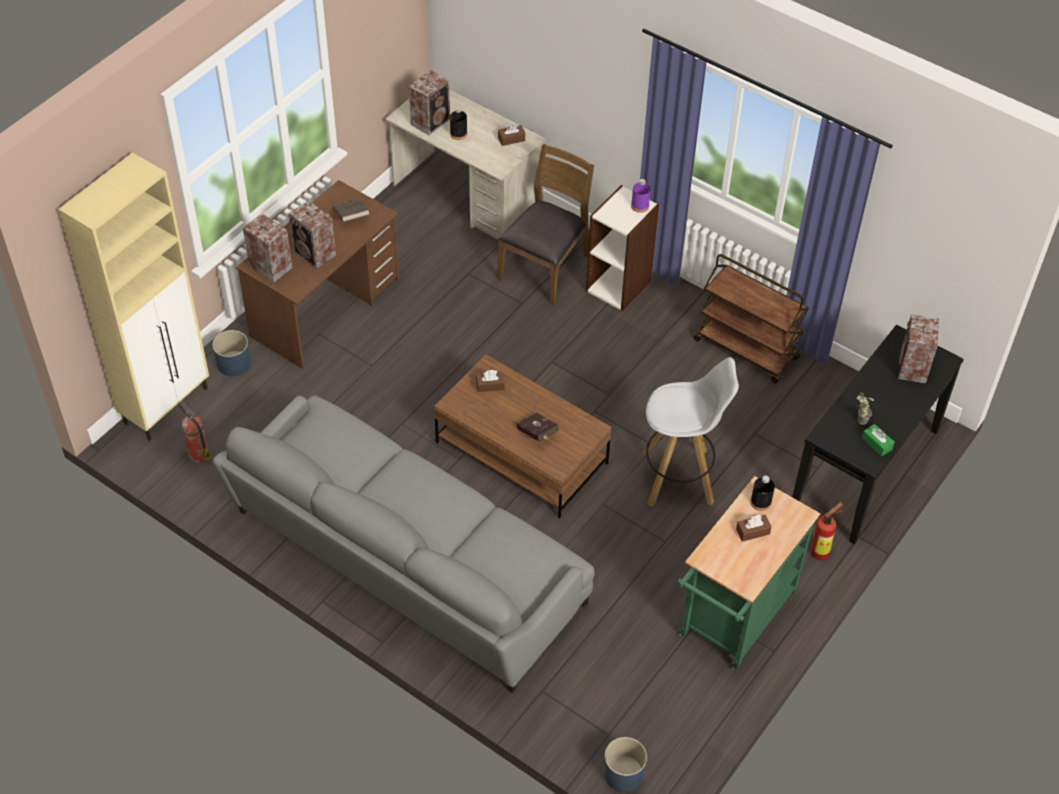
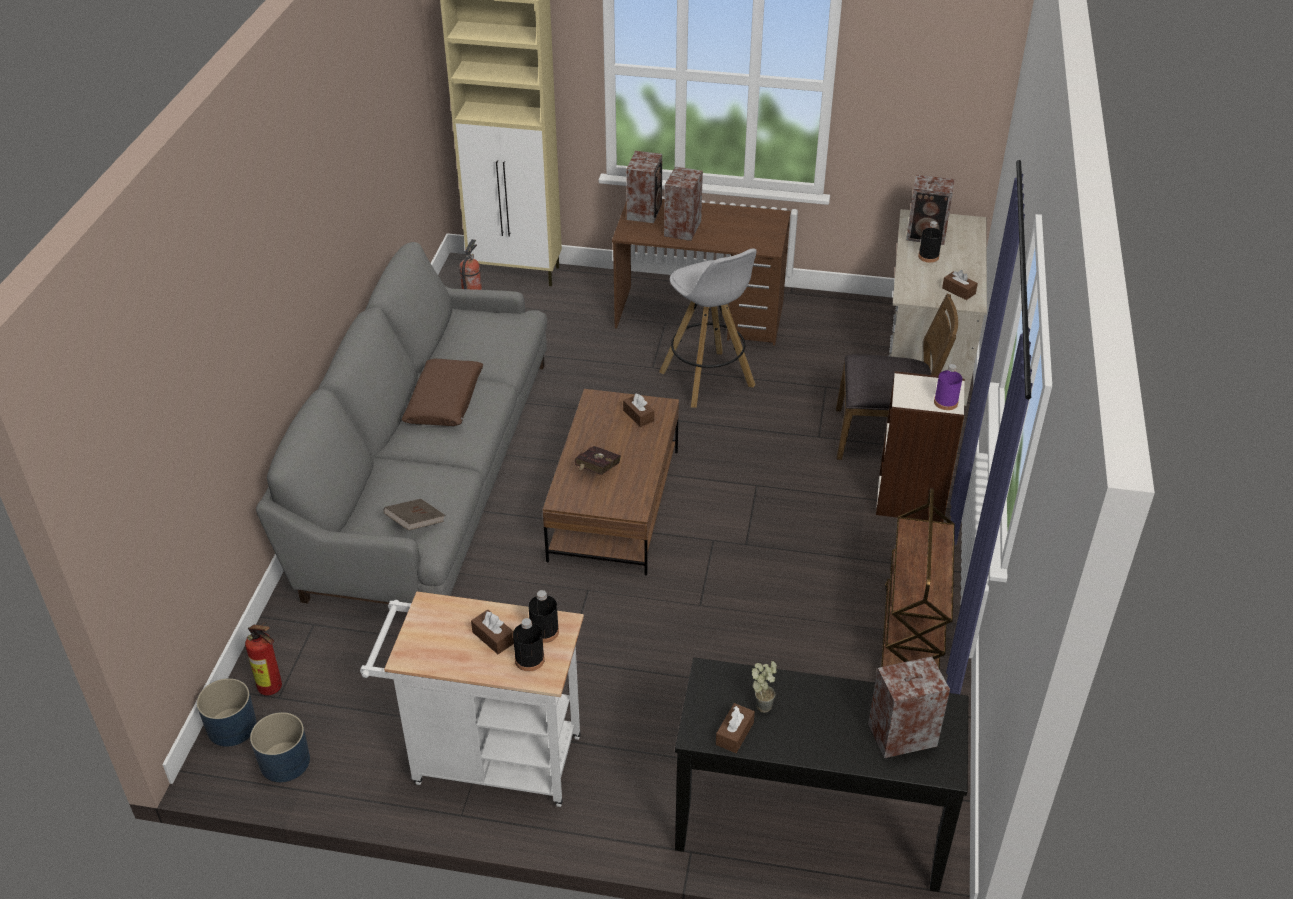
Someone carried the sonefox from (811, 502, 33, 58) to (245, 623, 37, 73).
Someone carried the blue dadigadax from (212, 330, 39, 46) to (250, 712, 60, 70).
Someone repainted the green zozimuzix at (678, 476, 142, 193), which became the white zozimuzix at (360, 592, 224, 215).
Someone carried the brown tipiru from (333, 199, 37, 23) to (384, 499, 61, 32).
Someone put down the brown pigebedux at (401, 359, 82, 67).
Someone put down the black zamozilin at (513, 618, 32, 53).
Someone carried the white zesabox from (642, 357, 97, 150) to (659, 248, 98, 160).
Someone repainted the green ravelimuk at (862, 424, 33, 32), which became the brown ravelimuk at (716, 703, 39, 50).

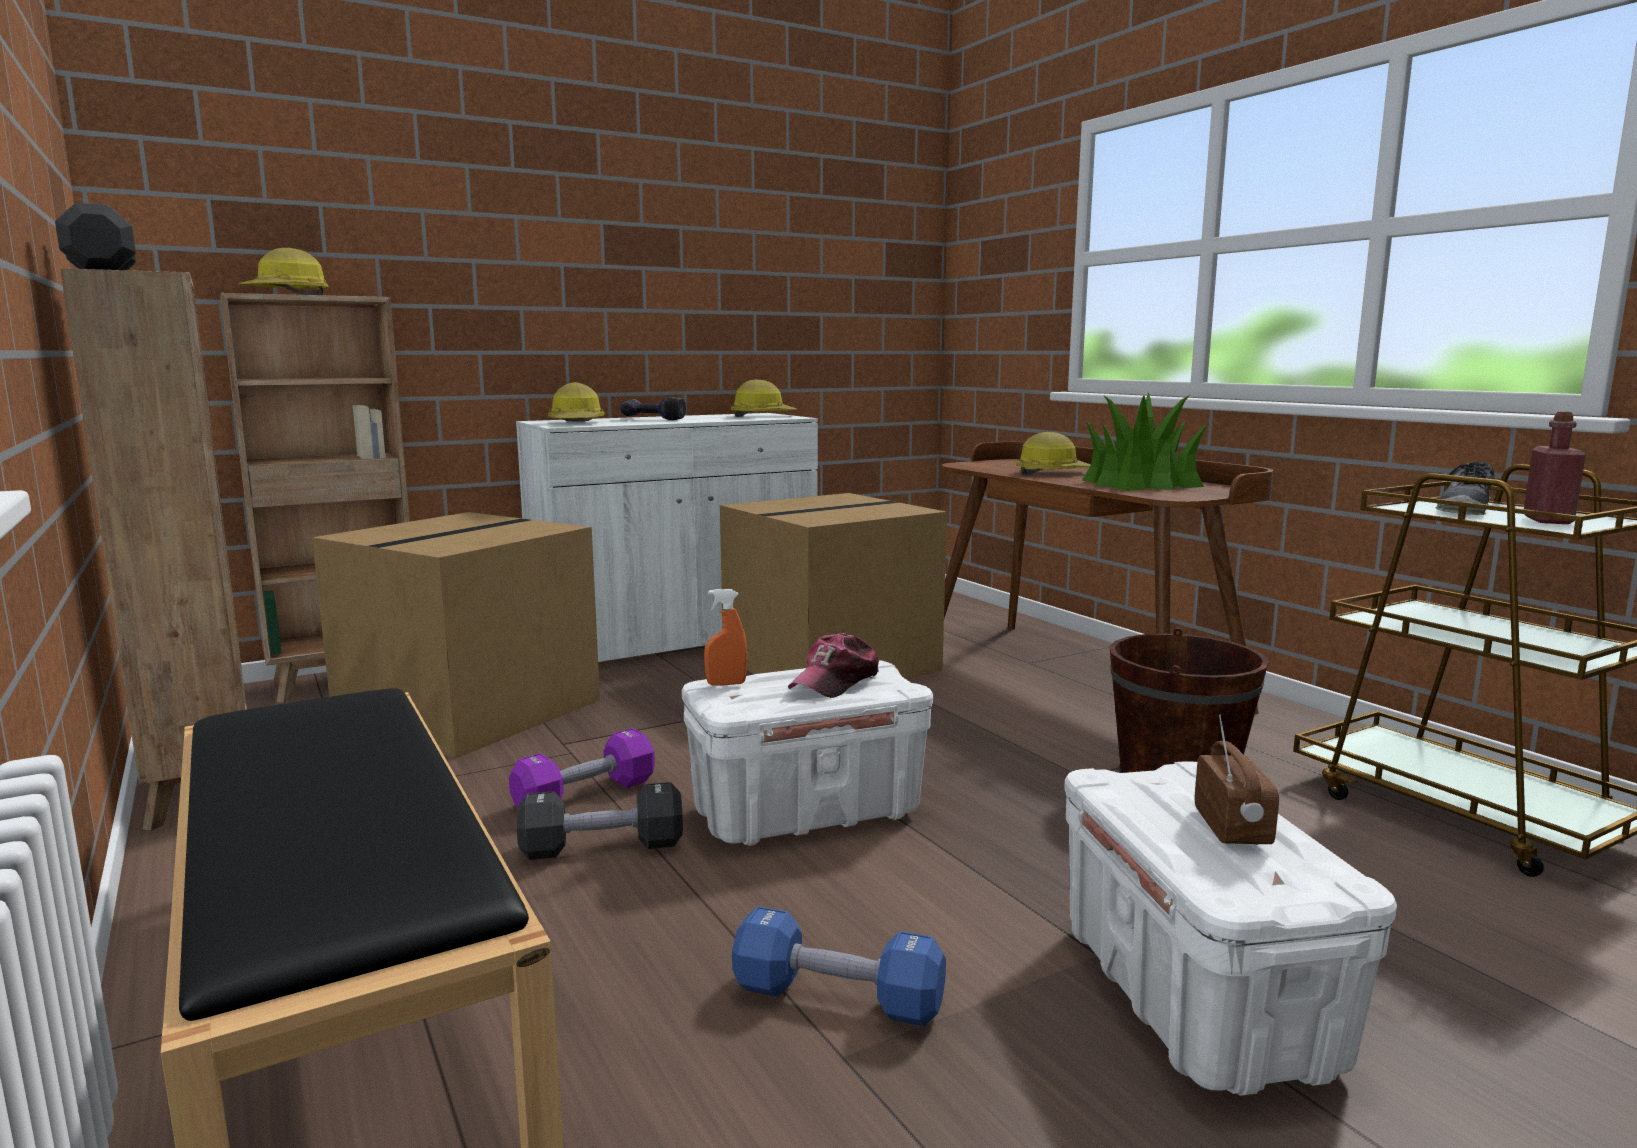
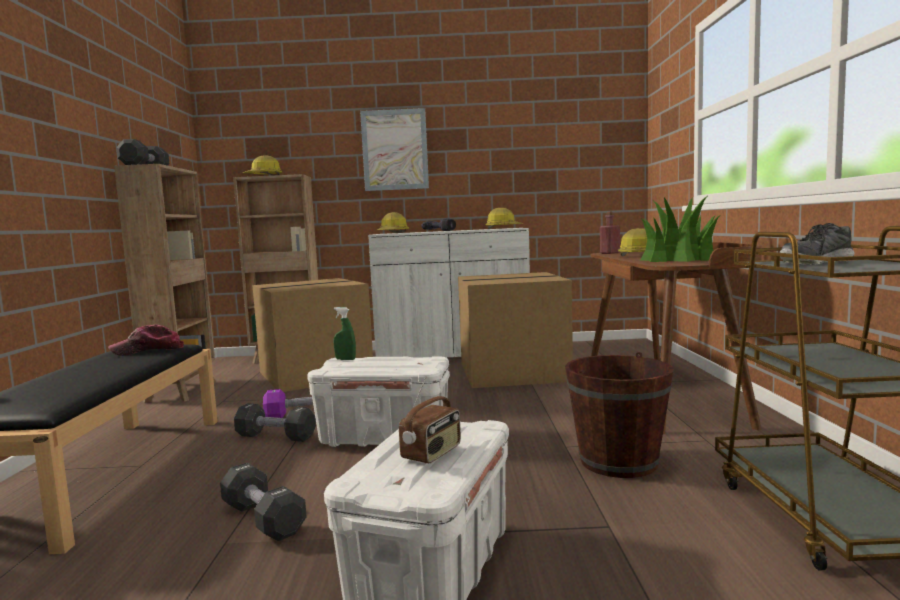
Someone carried the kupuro from (788, 633, 91, 65) to (108, 324, 76, 32).
Someone repainted the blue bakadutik at (732, 906, 214, 120), which became the black bakadutik at (220, 462, 87, 79).
Someone repainted the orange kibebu at (704, 589, 44, 97), which became the green kibebu at (333, 307, 23, 53).
Someone put up the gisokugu at (360, 108, 69, 83).
Someone carried the red zamozilin from (1524, 411, 62, 113) to (600, 212, 20, 42).

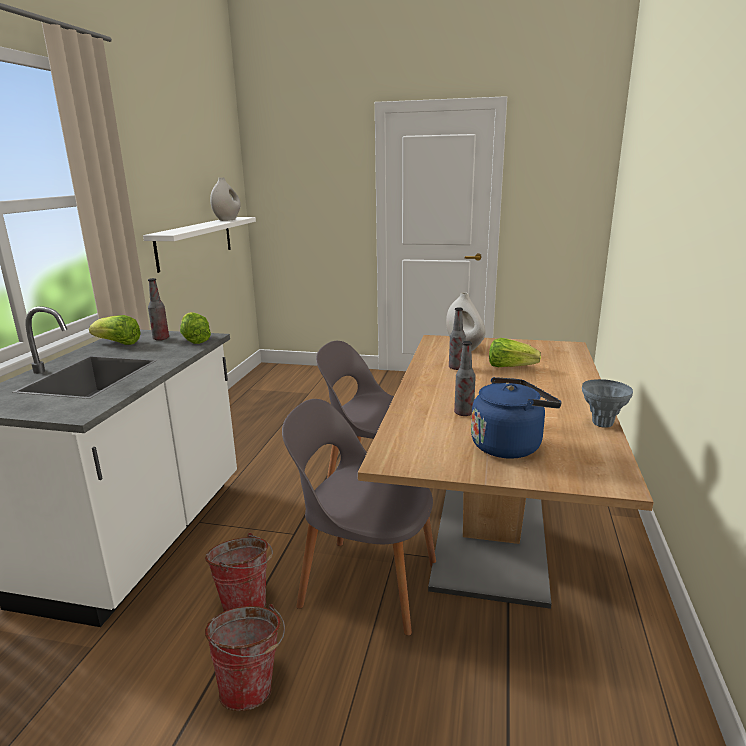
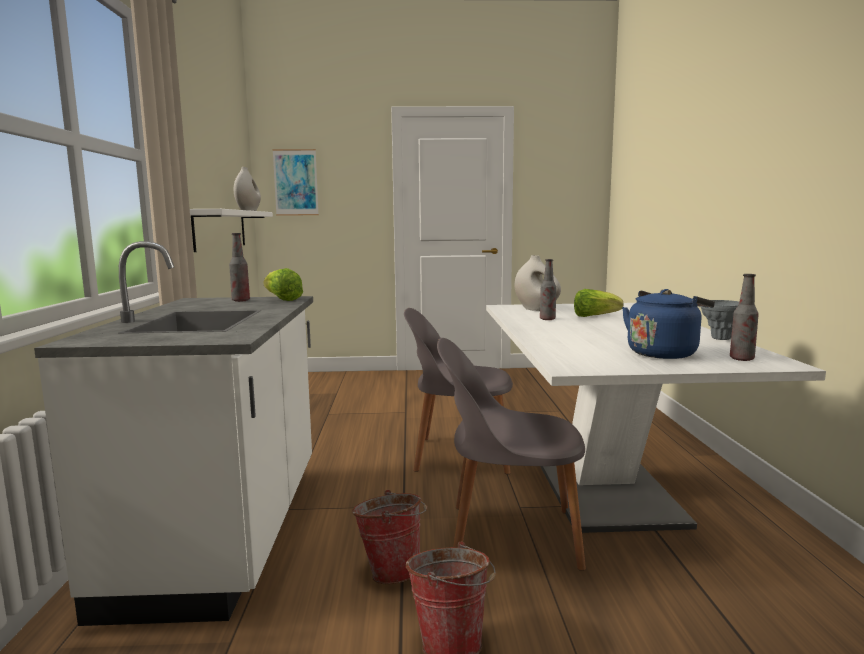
Someone put up the gisokugu at (272, 149, 47, 67).
Someone repainted the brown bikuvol at (358, 335, 296, 274), which became the white bikuvol at (486, 303, 340, 230).
Someone carried the zamozilin from (454, 341, 22, 75) to (730, 274, 29, 87).
Someone took away the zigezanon at (89, 315, 52, 30).

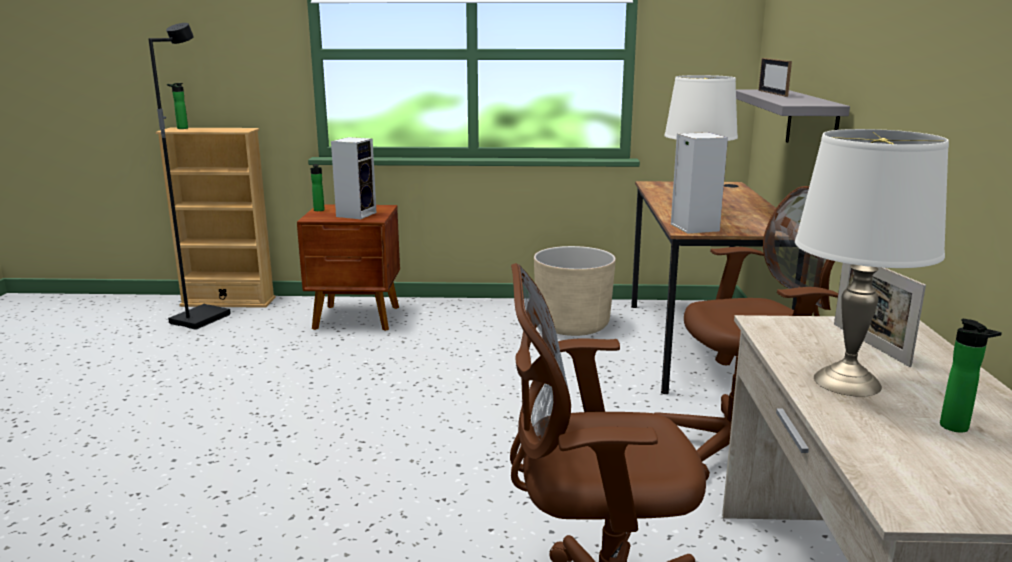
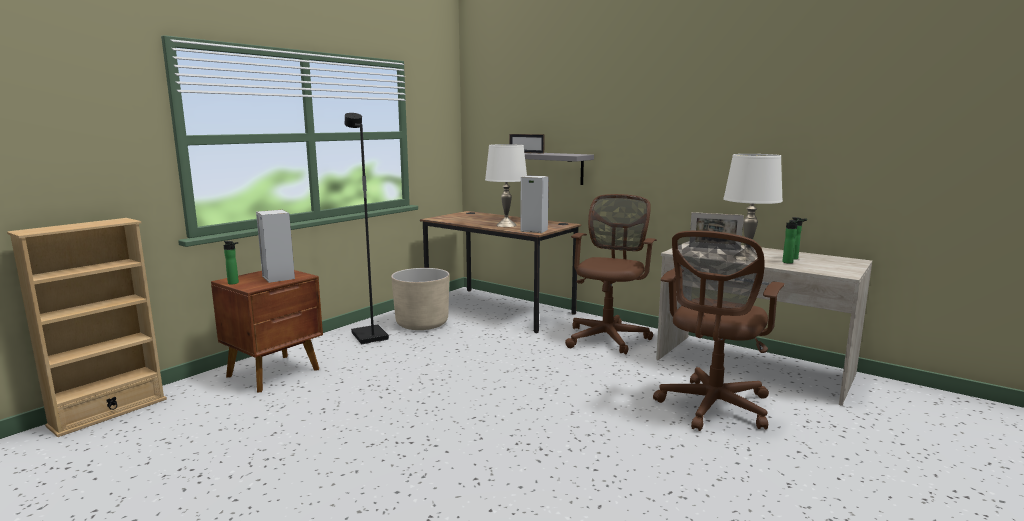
Someone carried the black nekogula from (148, 23, 83, 307) to (345, 113, 44, 231).
Someone carried the zamozilin from (167, 83, 21, 46) to (782, 220, 16, 44).

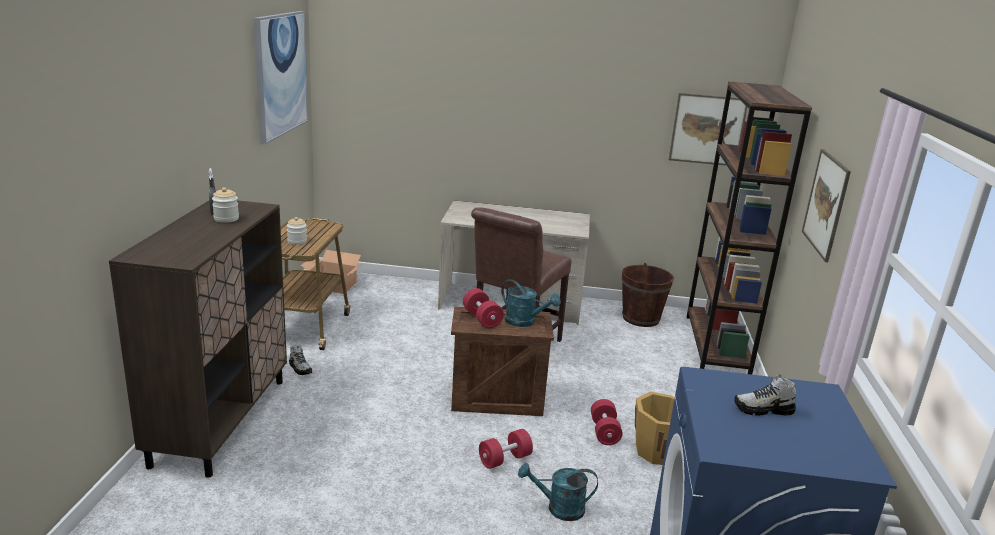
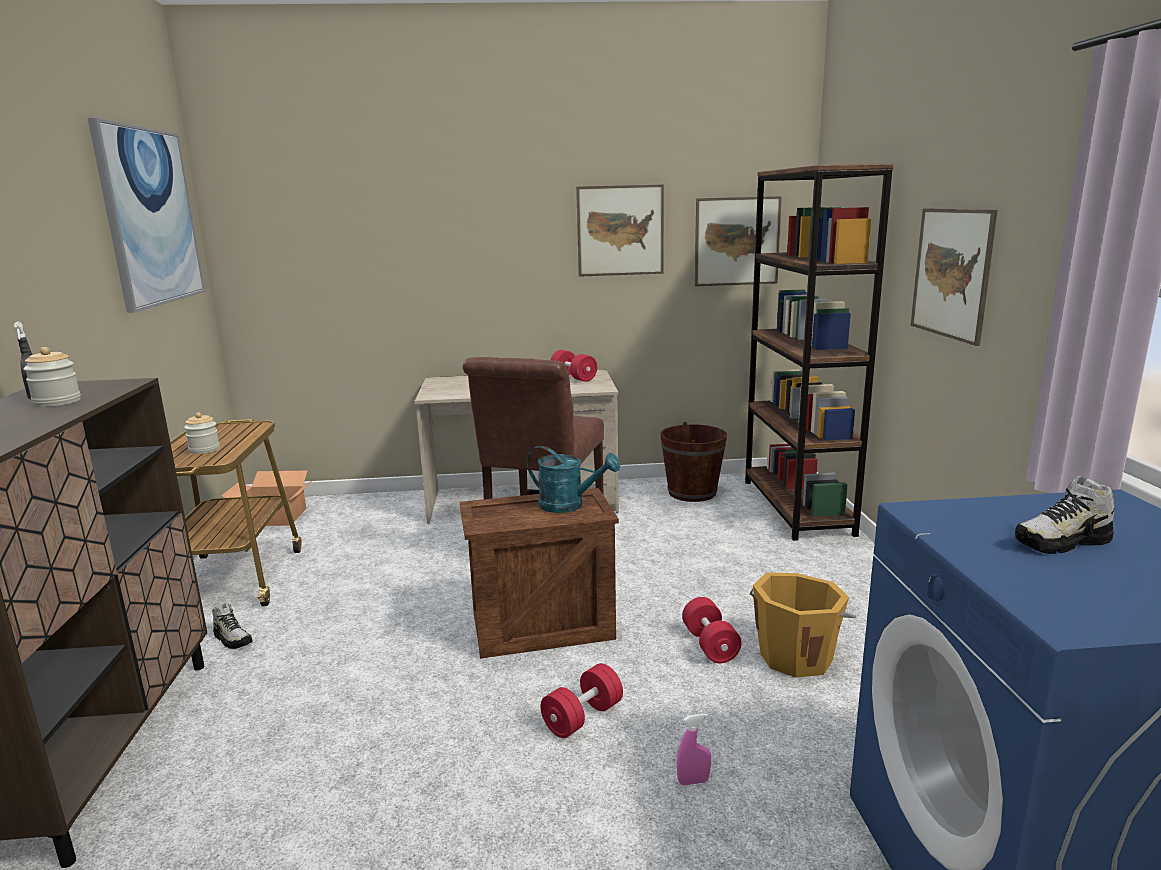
Someone carried the red bakadutik from (463, 288, 41, 40) to (551, 350, 46, 32).
Someone put up the gisokugu at (576, 185, 88, 92).
Someone swapped the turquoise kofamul at (518, 463, 80, 58) for the pink kibebu at (677, 713, 34, 72).

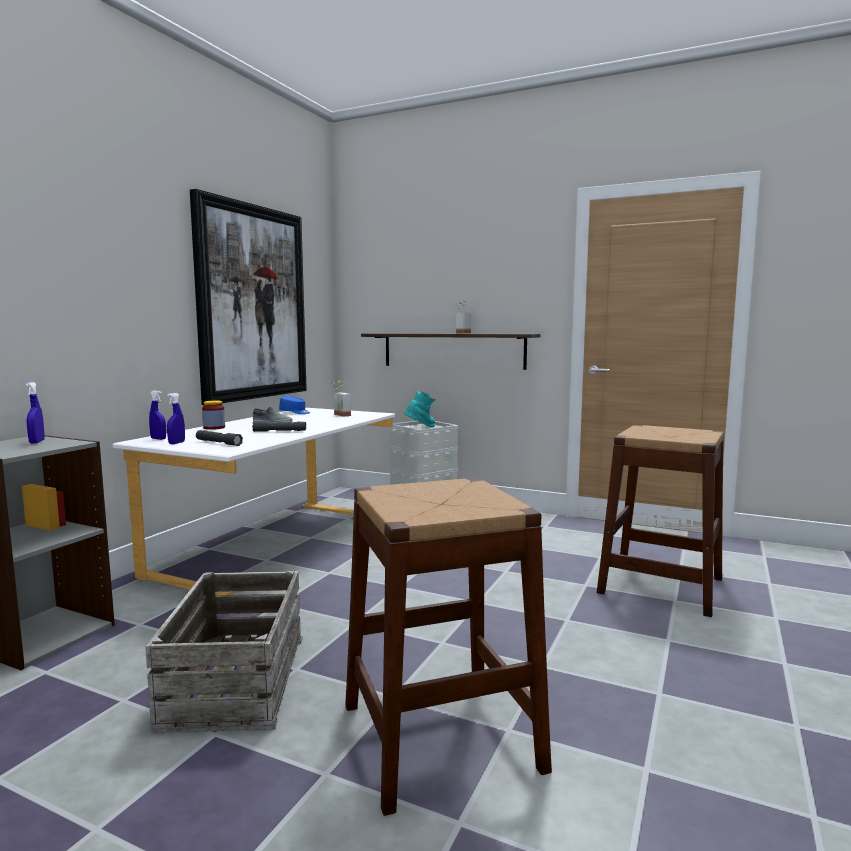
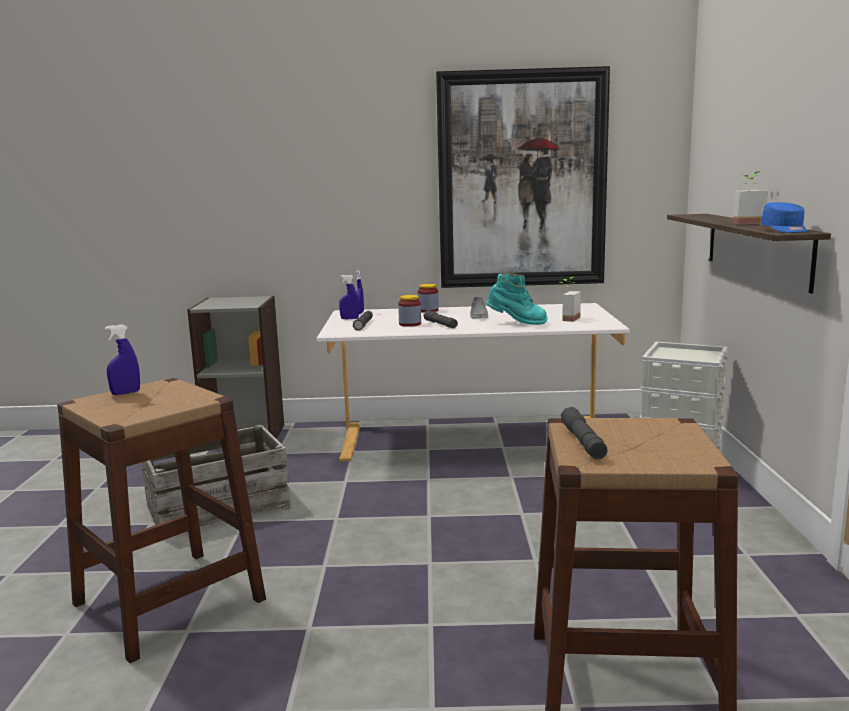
Someone carried the blue kibebu from (26, 382, 19, 62) to (105, 324, 35, 71).
Someone put down the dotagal at (398, 295, 23, 32).
Someone carried the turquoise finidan from (404, 391, 32, 37) to (486, 273, 62, 52).
Someone put down the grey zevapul at (561, 407, 47, 52).
Someone carried the blue kupuro from (279, 397, 31, 17) to (761, 202, 46, 31).

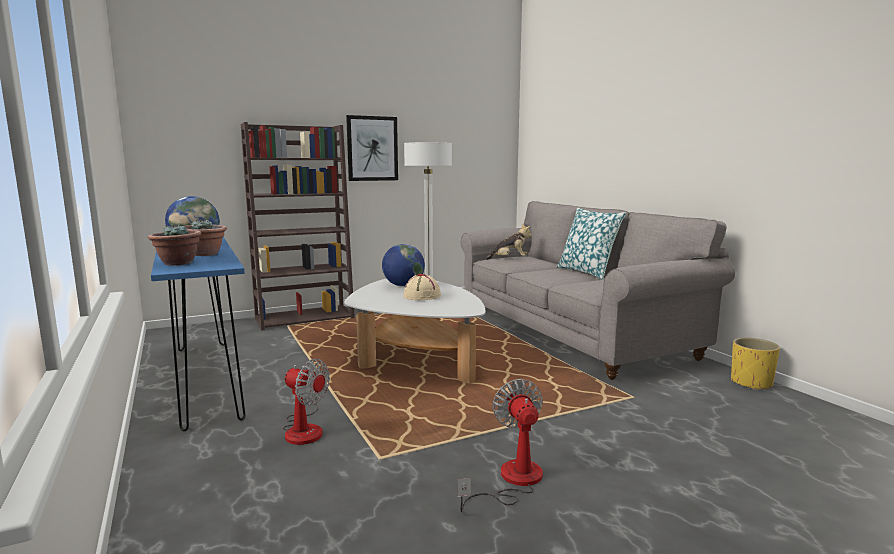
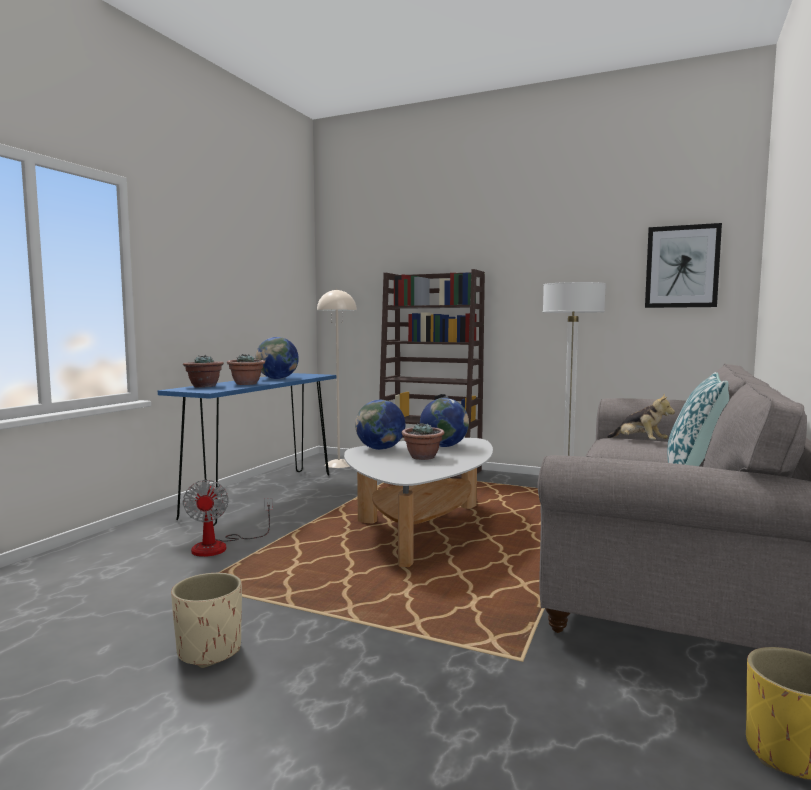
Someone swapped the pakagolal at (458, 379, 85, 133) for the beige dadigadax at (171, 573, 71, 95).
Someone put down the beige nekogula at (317, 289, 40, 179).
Someone put down the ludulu at (355, 400, 50, 50).
Someone swapped the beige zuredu at (403, 274, 38, 26) for the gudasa at (401, 422, 44, 38).
Someone carried the gisokugu from (346, 115, 52, 66) to (645, 223, 77, 85).

